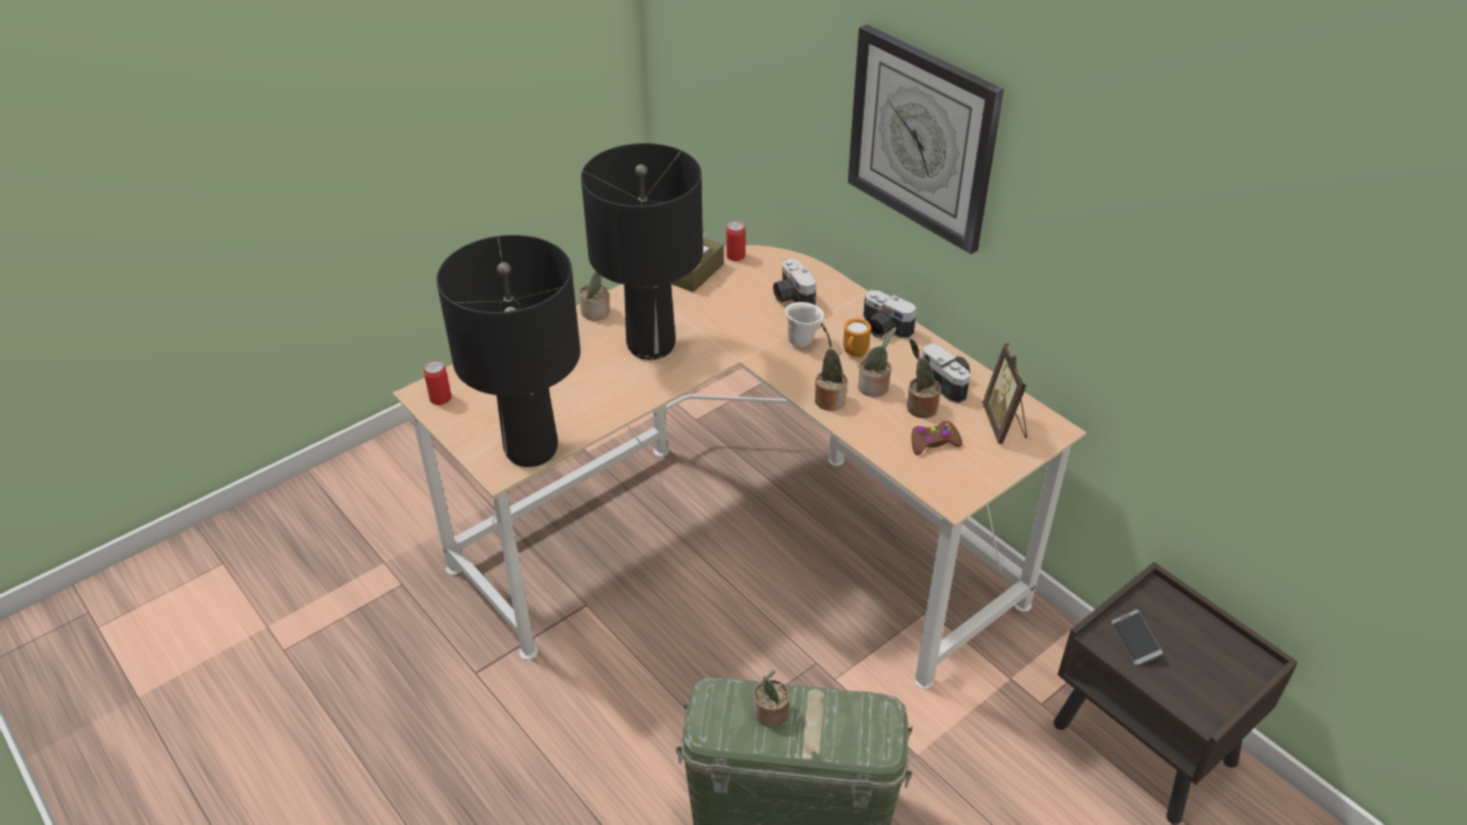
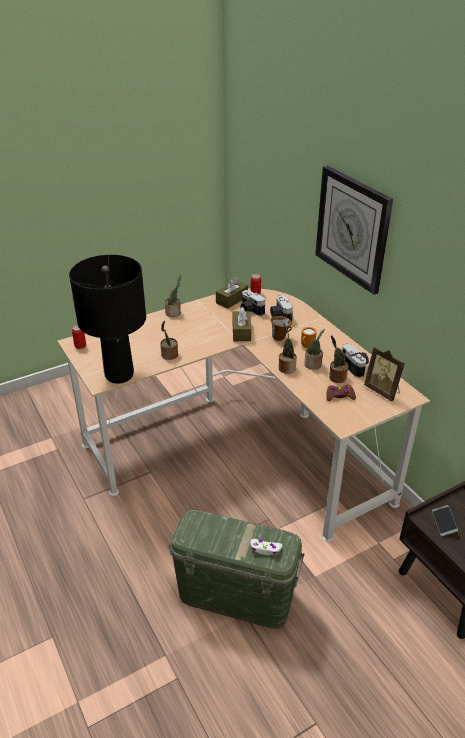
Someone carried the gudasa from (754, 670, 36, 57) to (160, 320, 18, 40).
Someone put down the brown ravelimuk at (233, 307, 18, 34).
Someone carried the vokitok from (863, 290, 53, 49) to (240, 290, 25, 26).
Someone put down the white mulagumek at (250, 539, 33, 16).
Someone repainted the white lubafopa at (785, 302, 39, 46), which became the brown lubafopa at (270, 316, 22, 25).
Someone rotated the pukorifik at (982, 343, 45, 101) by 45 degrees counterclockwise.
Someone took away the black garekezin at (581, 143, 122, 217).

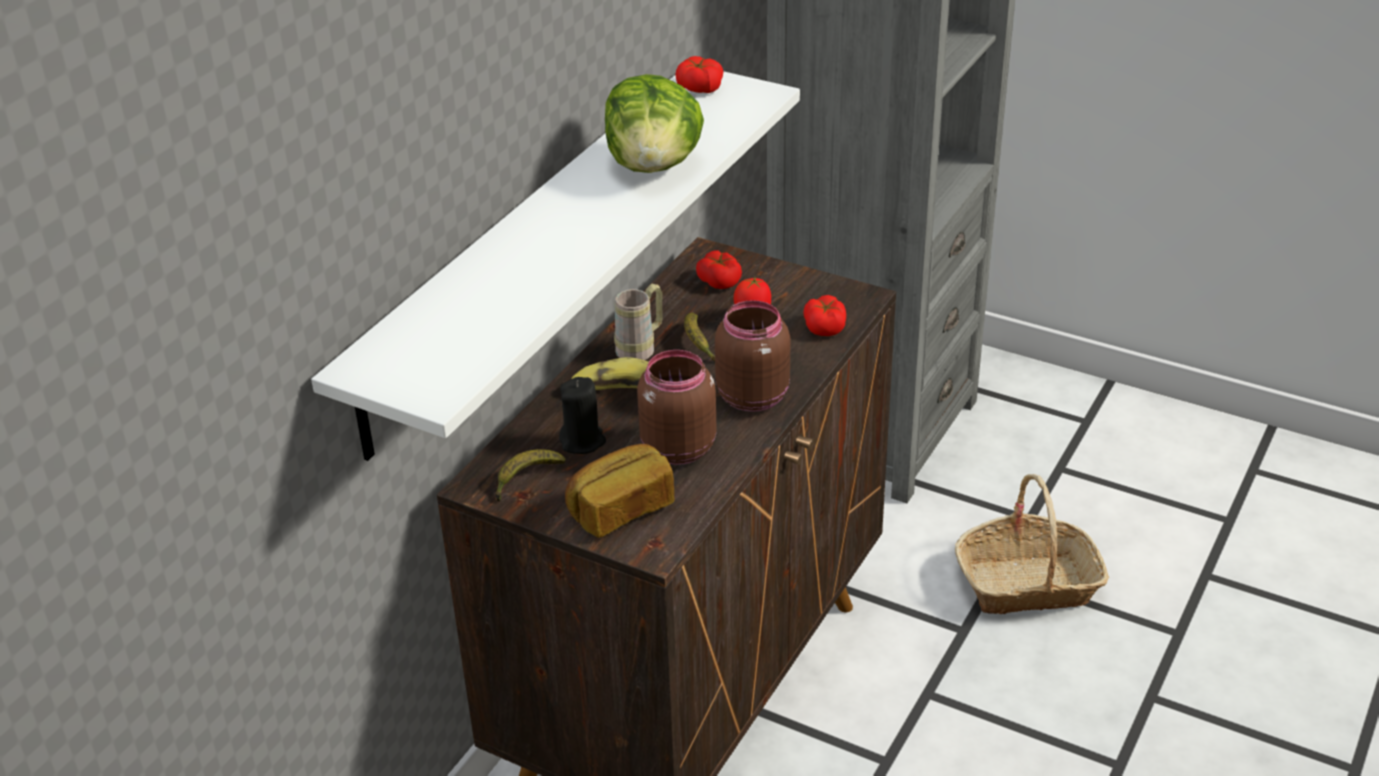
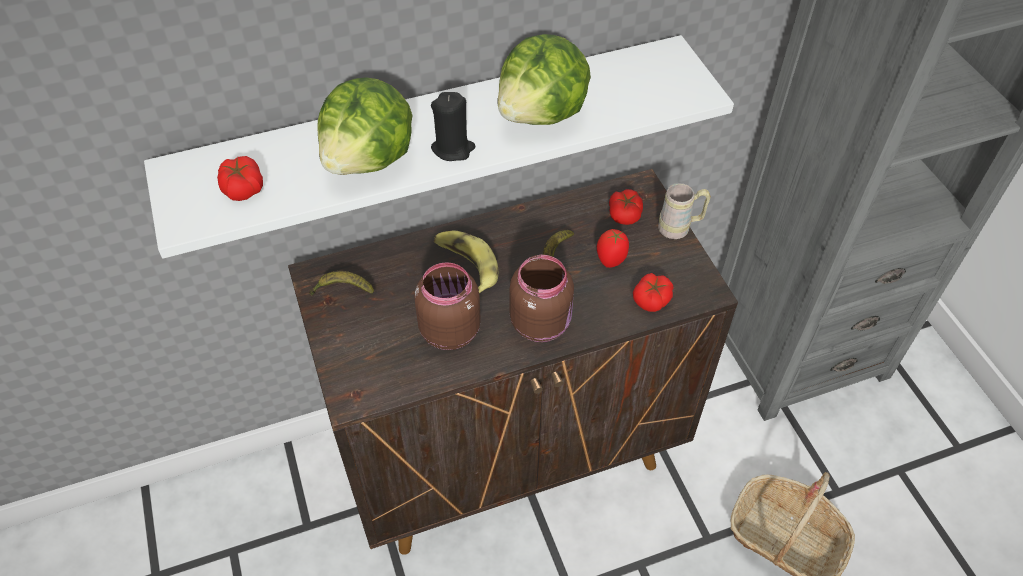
Someone carried the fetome from (675, 56, 48, 37) to (217, 156, 46, 45).
Someone put down the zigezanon at (317, 77, 96, 98).
Someone carried the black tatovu from (559, 377, 47, 77) to (431, 92, 44, 69).
Someone carried the beige lubafopa from (614, 284, 49, 76) to (658, 183, 53, 56).
Someone took away the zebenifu at (565, 444, 110, 94).

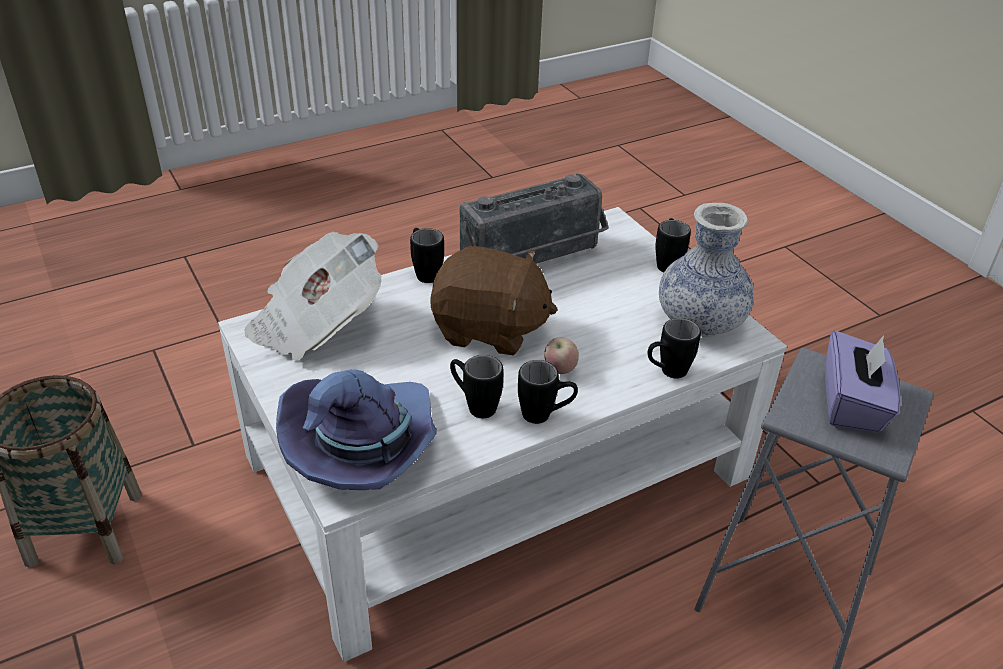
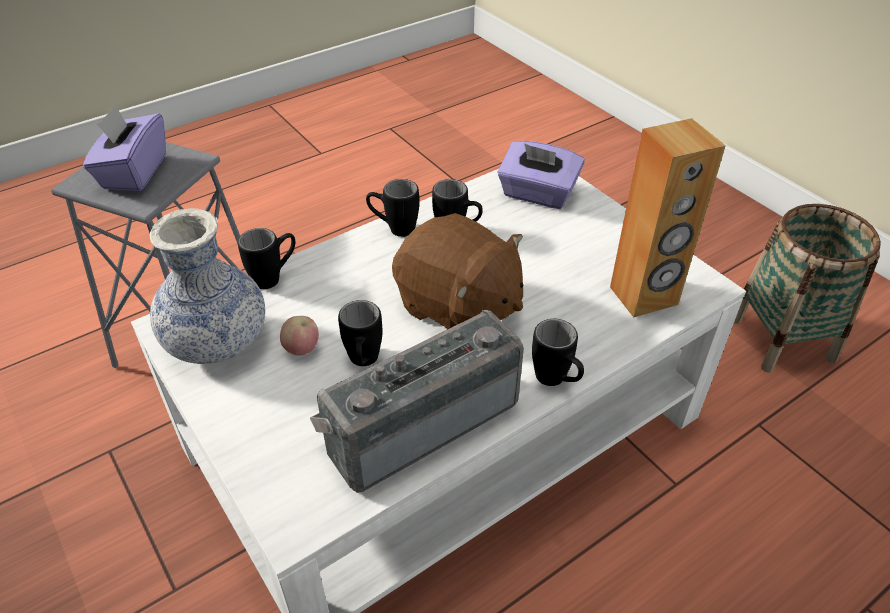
Someone carried the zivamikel from (544, 337, 35, 37) to (280, 316, 39, 40).
Someone carried the black lubafopa from (656, 218, 35, 54) to (338, 300, 45, 66).
Someone rotated the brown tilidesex at (430, 246, 127, 109) by 150 degrees counterclockwise.
Someone swapped the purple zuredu at (276, 369, 161, 121) for the purple ravelimuk at (497, 141, 88, 68).
Someone swapped the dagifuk at (244, 232, 138, 129) for the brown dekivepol at (610, 118, 116, 200).

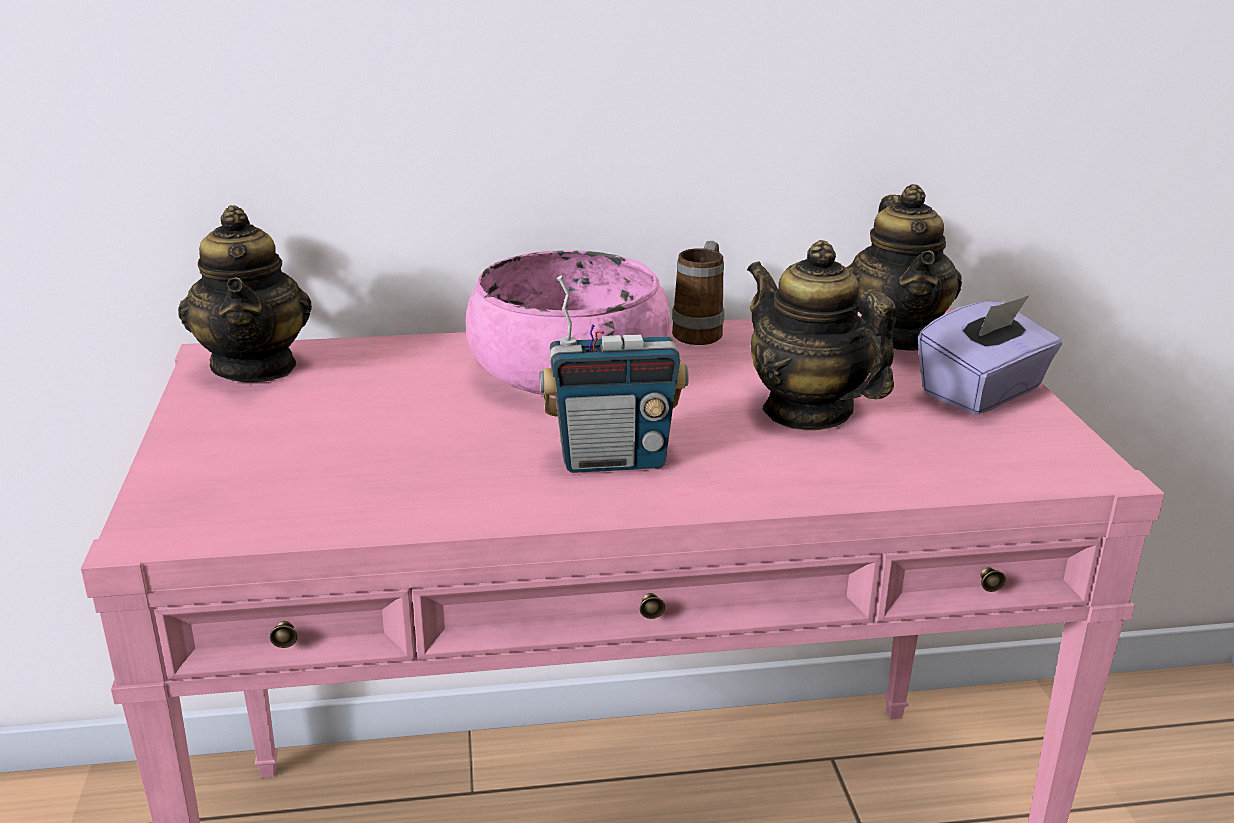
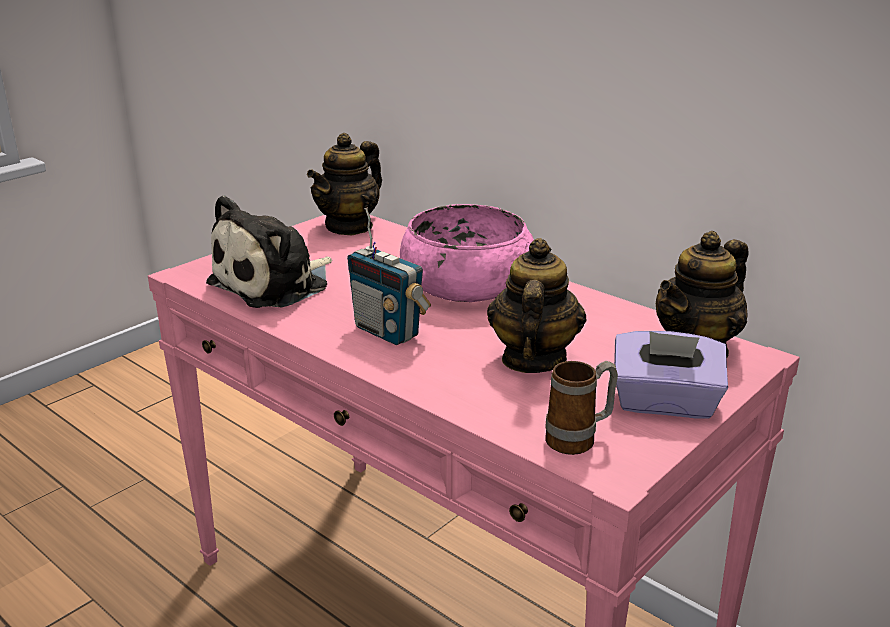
Someone put down the tilidesex at (206, 195, 126, 113).
Someone carried the lubafopa from (672, 241, 52, 104) to (545, 361, 73, 94).

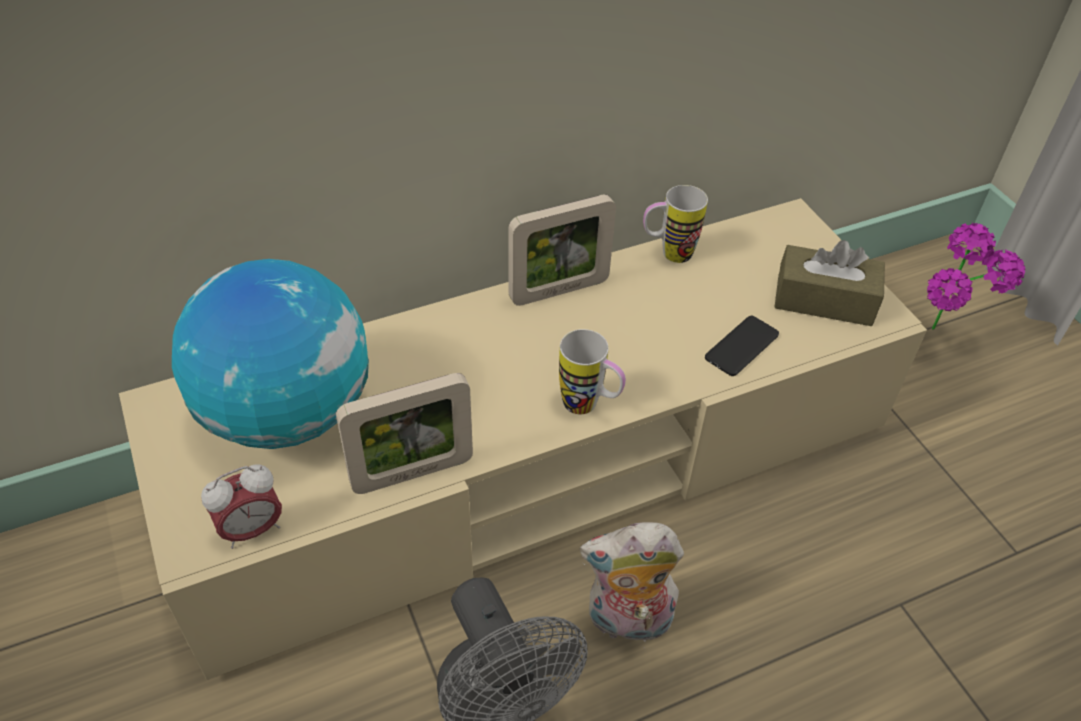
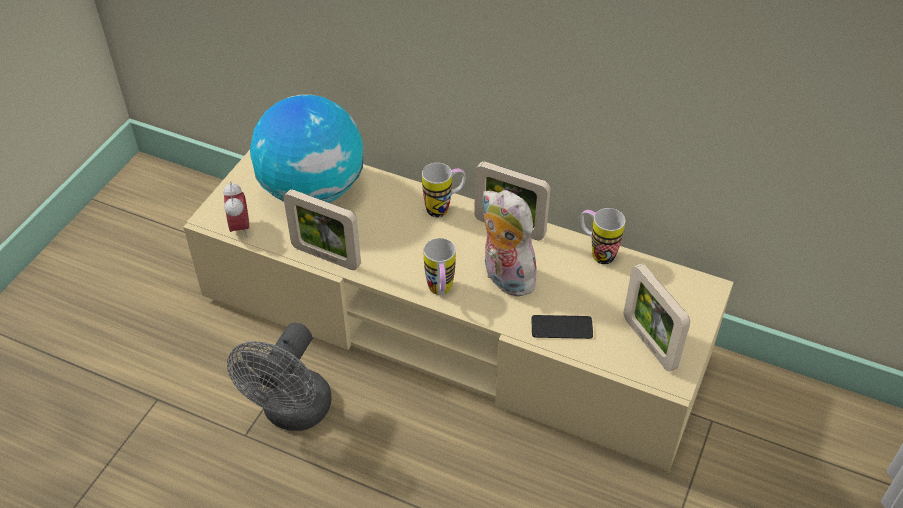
Someone rotated the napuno at (201, 464, 81, 85) by 120 degrees counterclockwise.
Someone put down the lubafopa at (422, 163, 44, 55).
Someone carried the tilidesex from (580, 522, 104, 126) to (482, 190, 59, 107).
Someone swapped the brown ravelimuk at (774, 240, 111, 86) for the pukorifik at (624, 263, 66, 109).
Someone took away the gudasa at (927, 223, 99, 107).

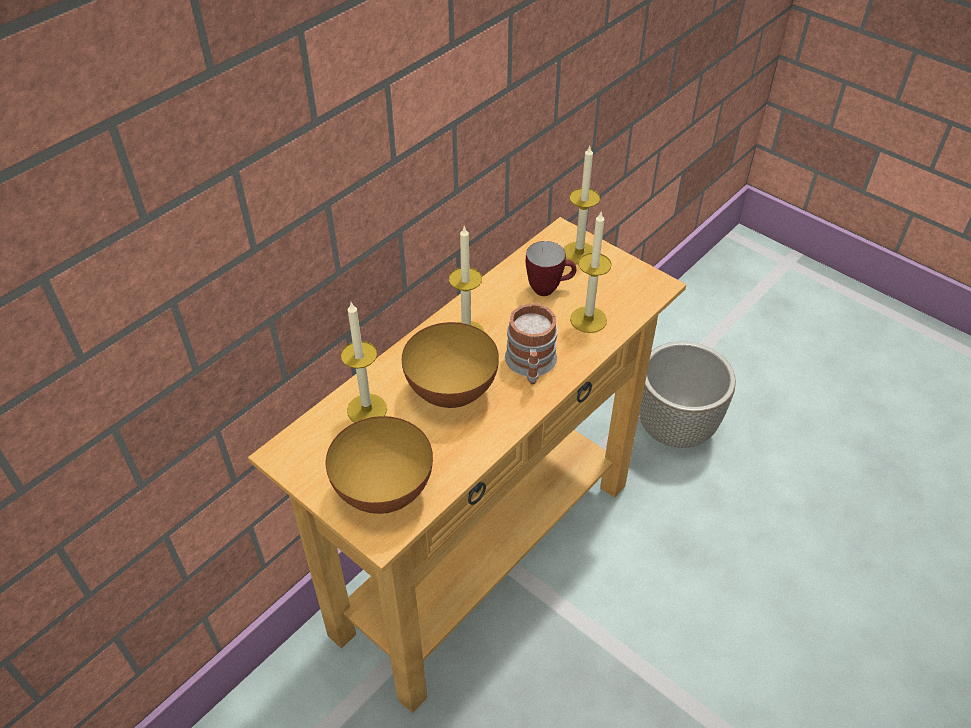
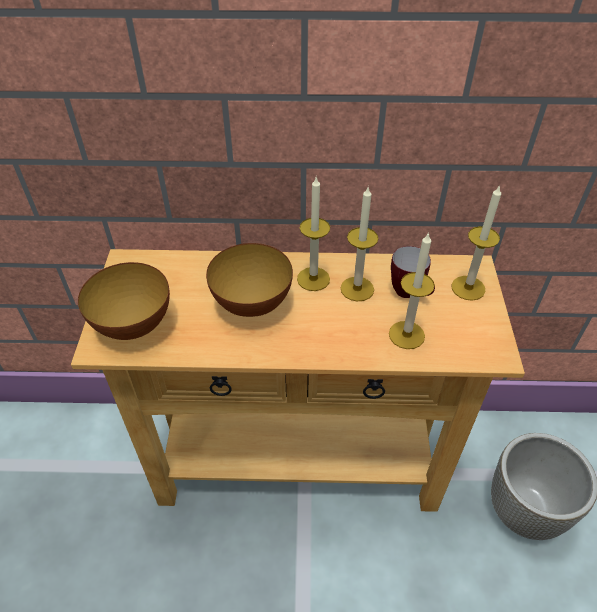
Someone carried the tatovu from (341, 302, 46, 120) to (341, 187, 37, 114).
Someone took away the lubafopa at (505, 303, 53, 81).

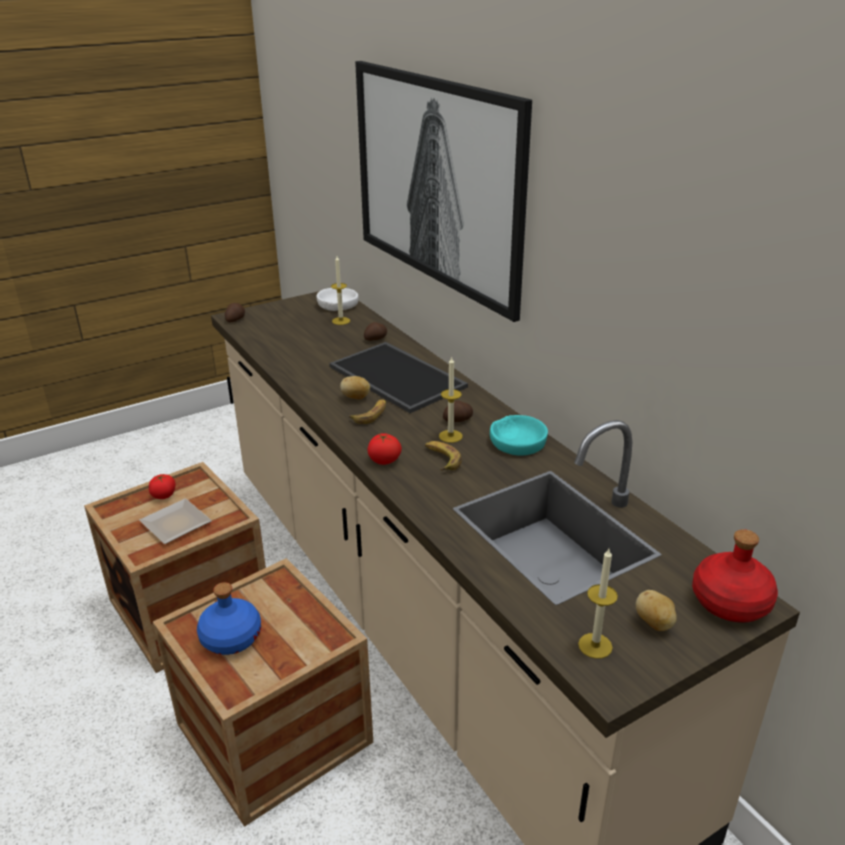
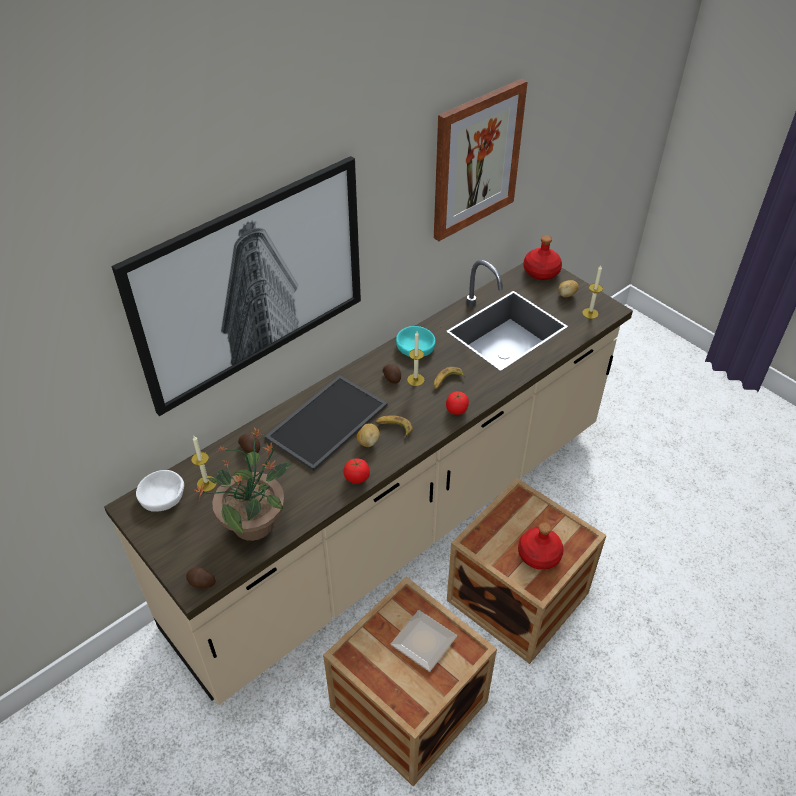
Someone put down the gudasa at (193, 428, 100, 113).
Someone carried the fetome from (149, 474, 27, 25) to (344, 458, 26, 26).
Someone put up the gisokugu at (434, 79, 94, 162).
Someone repainted the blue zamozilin at (197, 582, 64, 73), which became the red zamozilin at (518, 522, 46, 48).

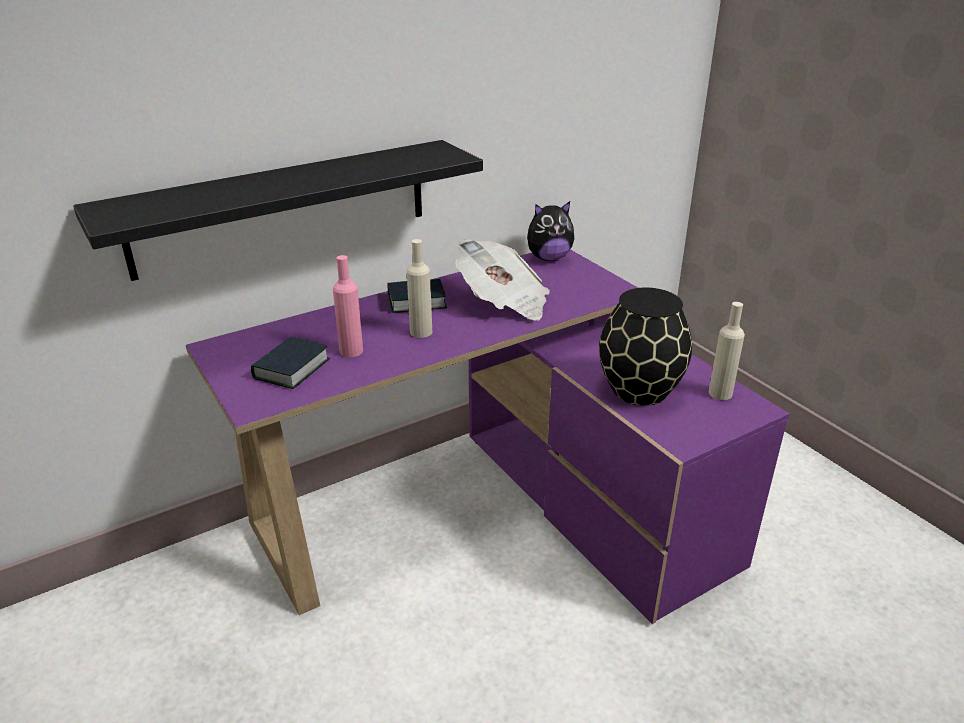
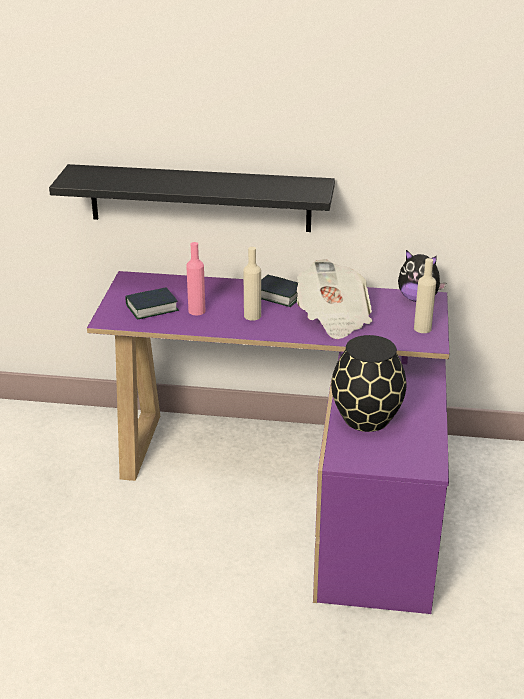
Someone carried the beige zamozilin from (709, 302, 36, 98) to (414, 258, 22, 75).

